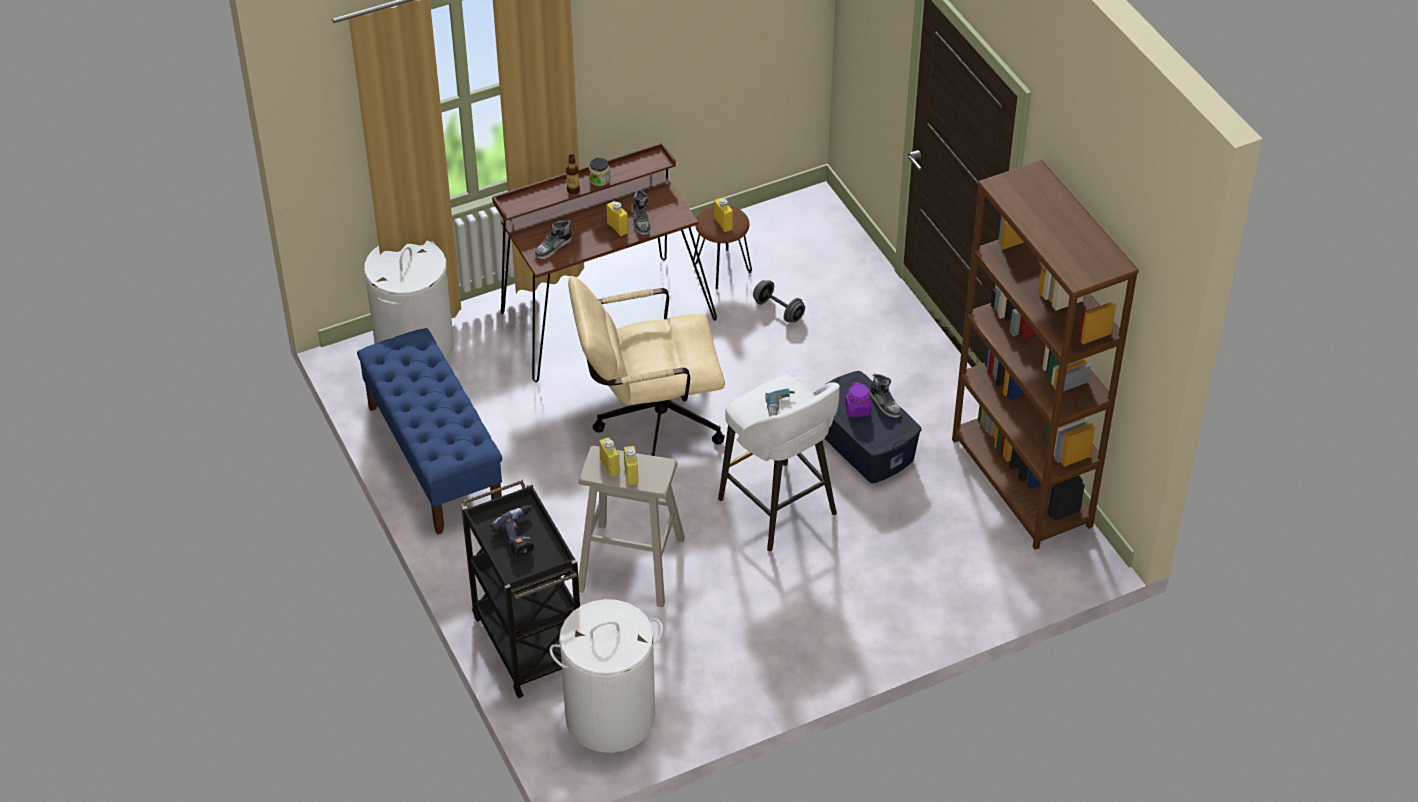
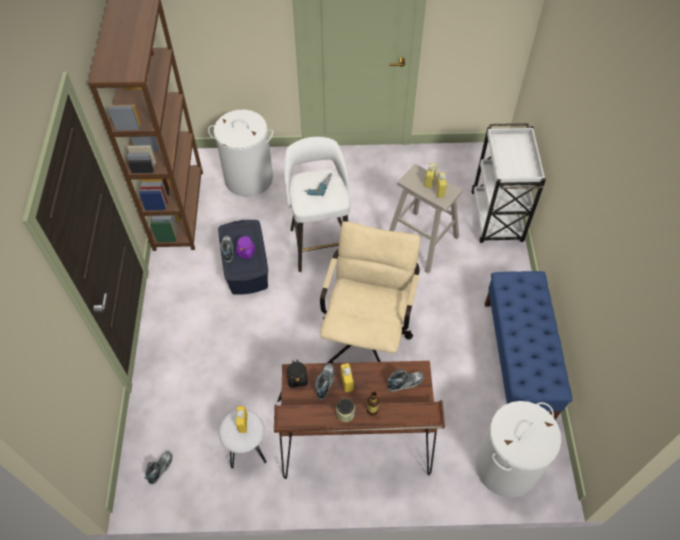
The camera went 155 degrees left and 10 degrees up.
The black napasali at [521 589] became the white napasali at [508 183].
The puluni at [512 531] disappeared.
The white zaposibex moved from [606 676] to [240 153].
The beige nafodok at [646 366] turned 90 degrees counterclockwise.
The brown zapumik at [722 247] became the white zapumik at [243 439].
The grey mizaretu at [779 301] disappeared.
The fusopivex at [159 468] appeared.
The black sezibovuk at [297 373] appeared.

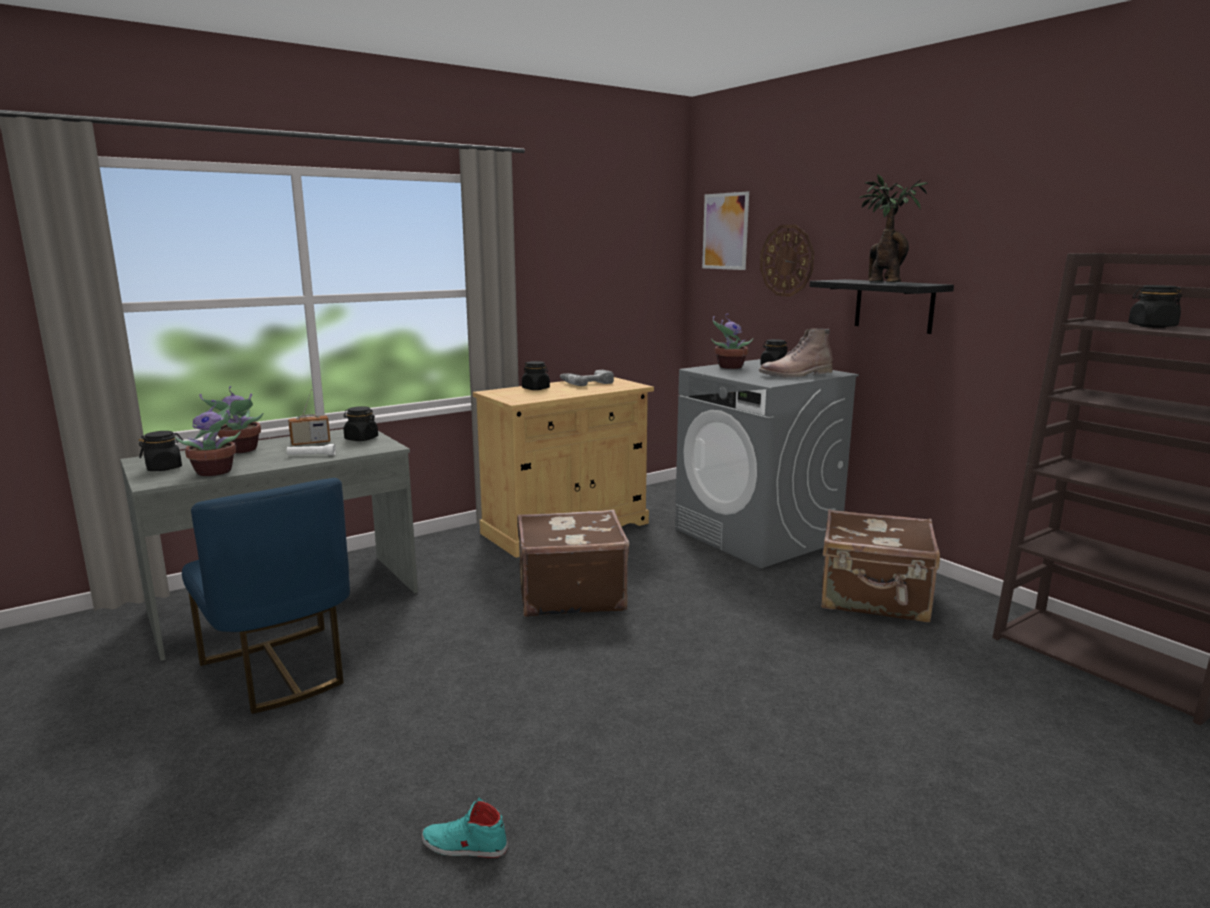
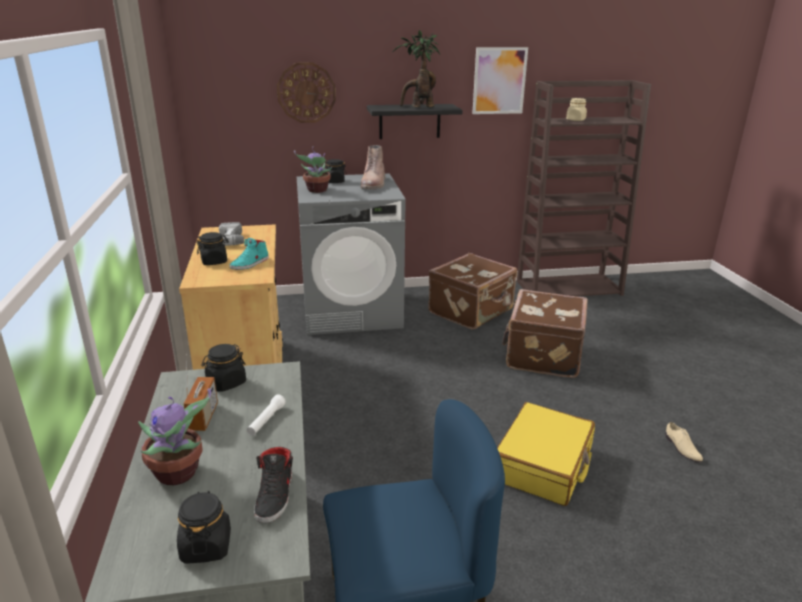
The camera went 65 degrees left and 10 degrees up.
The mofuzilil at [208 438] was replaced by the black fusopivex at [273 485].
The turquoise fusopivex moved from [465 828] to [249 254].
The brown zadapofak moved from [573 563] to [545 333].
The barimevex moved from [725 231] to [500 80].
The black sezibovuk at [1155 306] became the beige sezibovuk at [576 109].
The yellow zadapofak at [546 454] appeared.
The beige fusopivex at [684 442] appeared.

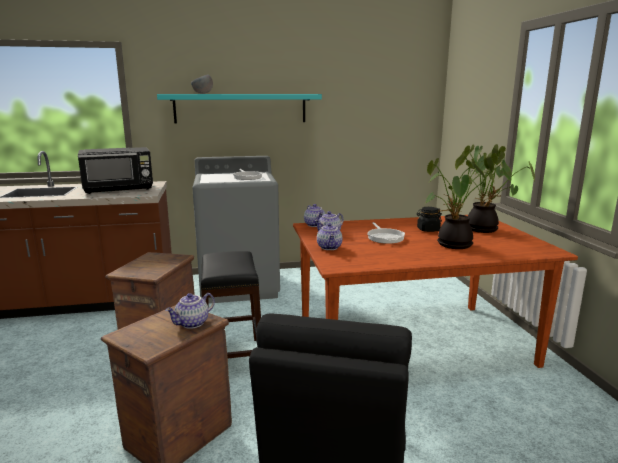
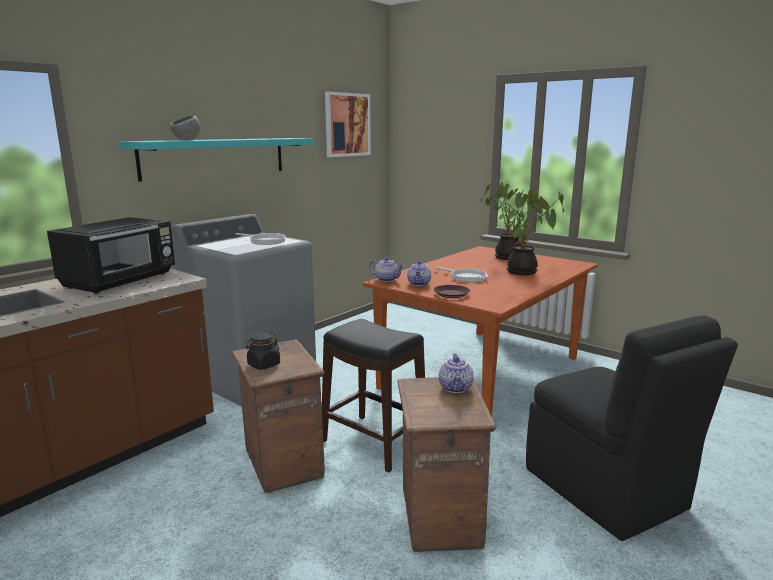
The camera went 40 degrees left and 0 degrees up.
The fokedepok at [329 236] was replaced by the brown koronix at [452 291].
The black sezibovuk moved from [429 219] to [263 351].
The barimevex at [348 124] appeared.

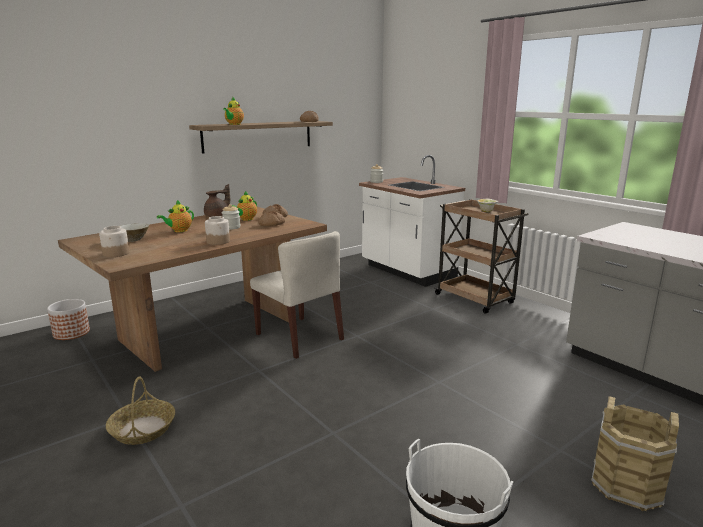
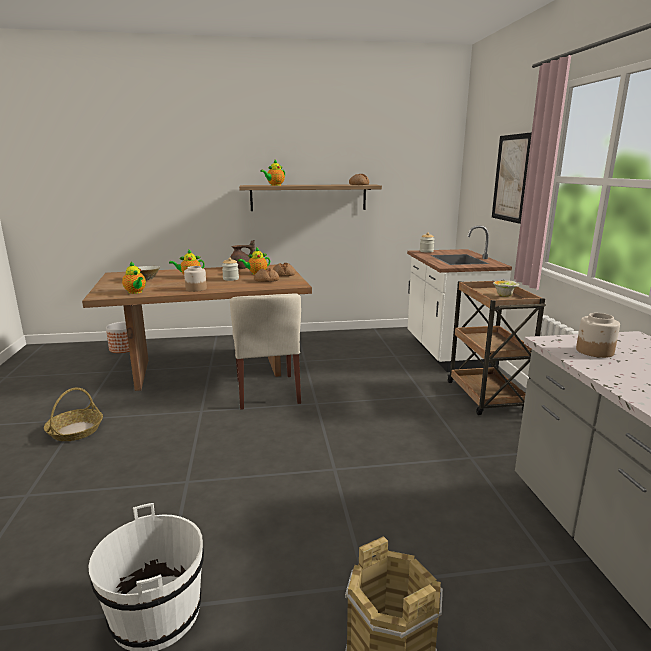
The camera went 30 degrees right and 0 degrees up.
The sezibovuk moved from [114 241] to [598 335].
The fokedepok at [134 277] appeared.
The barimevex at [512 178] appeared.

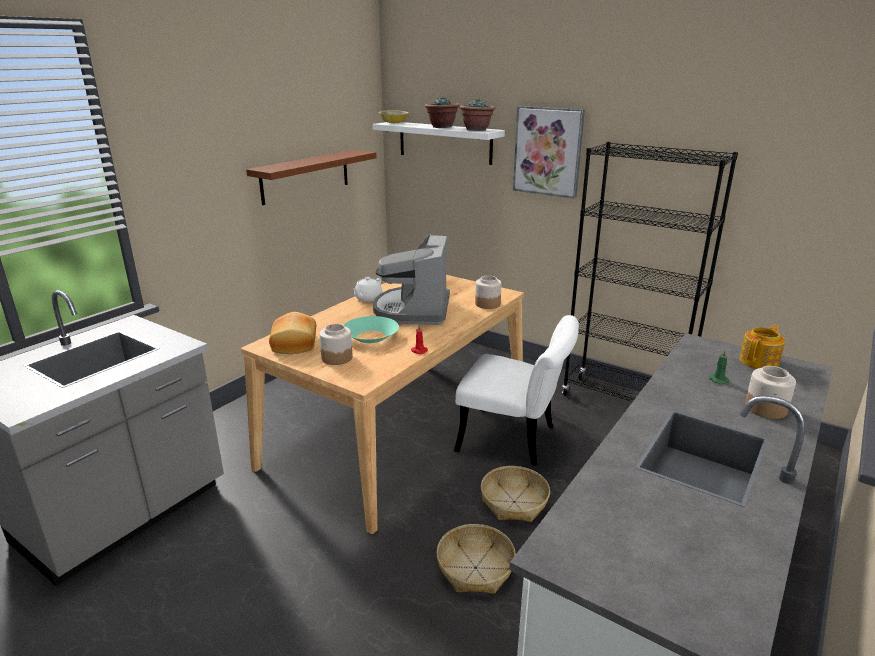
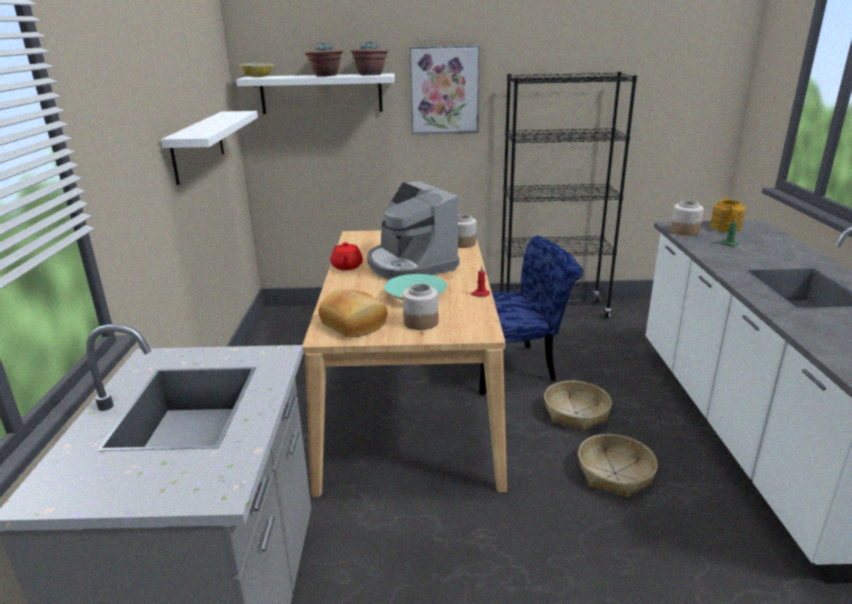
The camera went 35 degrees left and 0 degrees up.
The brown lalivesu at [311 177] became the white lalivesu at [209 148].
The white fokedepok at [368 289] became the red fokedepok at [346 256].
The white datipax at [516 390] became the blue datipax at [531 316].
The sezibovuk moved from [770 392] to [687 218].

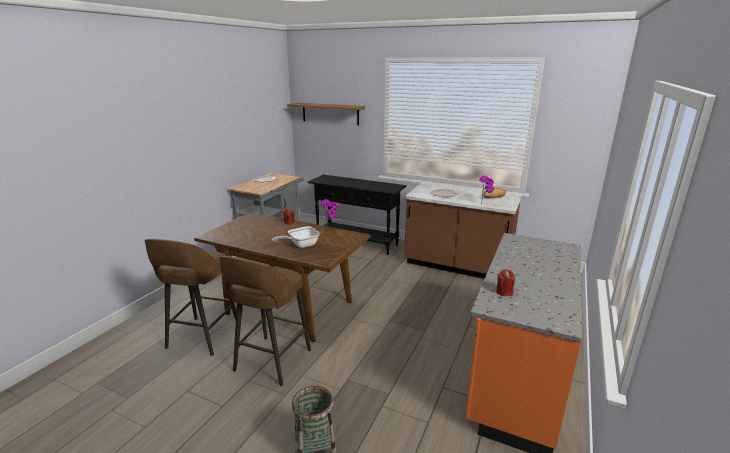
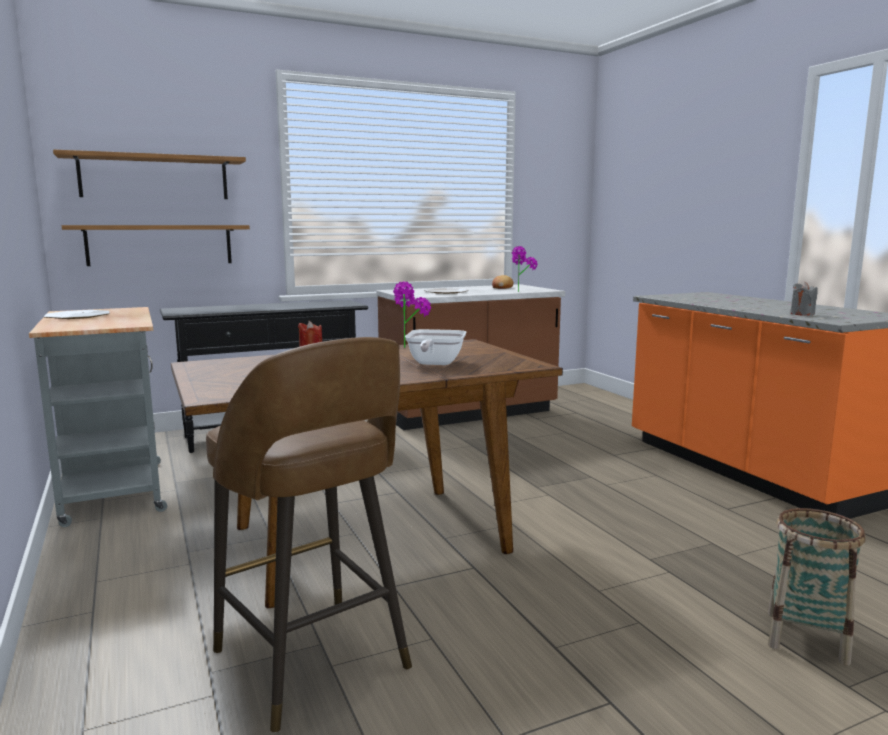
The camera went 50 degrees left and 10 degrees down.
The brown zapumik at [265 321] disappeared.
The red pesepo at [505 282] became the grey pesepo at [804 299].
The lalivesu at [156 245] appeared.

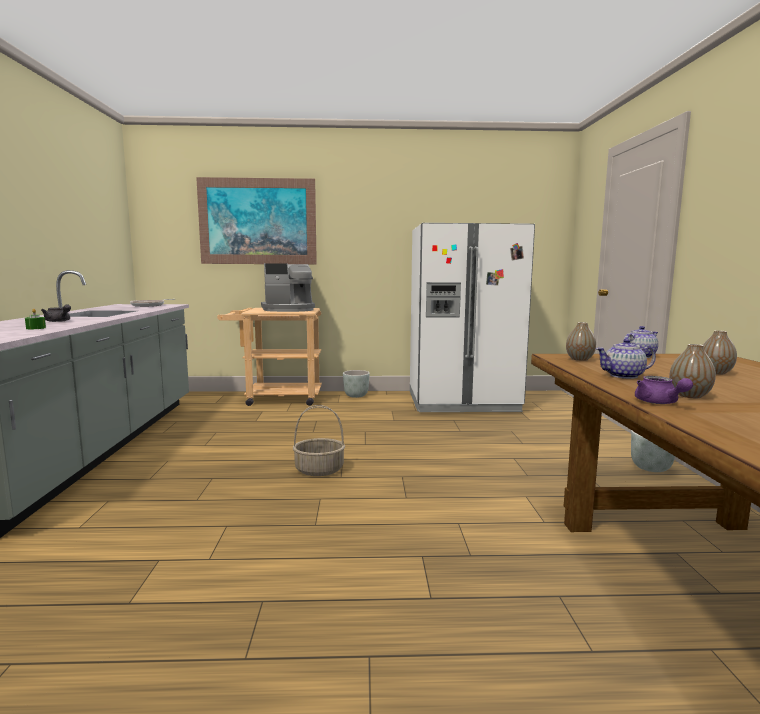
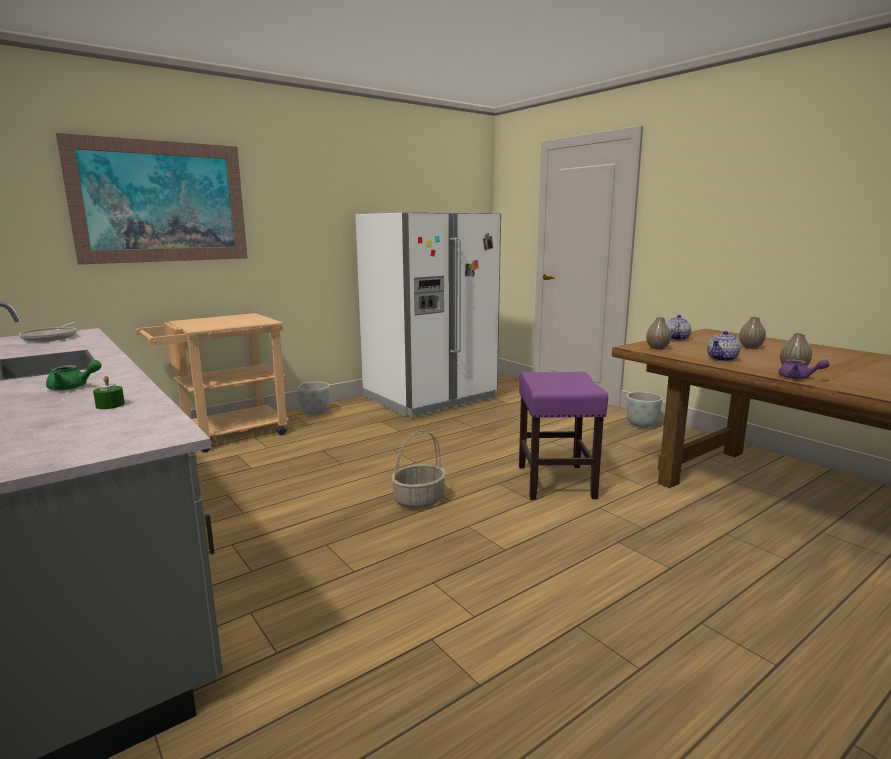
The camera went 35 degrees left and 5 degrees up.
The grey fokedepok at [56 313] became the green fokedepok at [74 375].
The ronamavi at [288 287] disappeared.
The purple zapumik at [563 436] appeared.

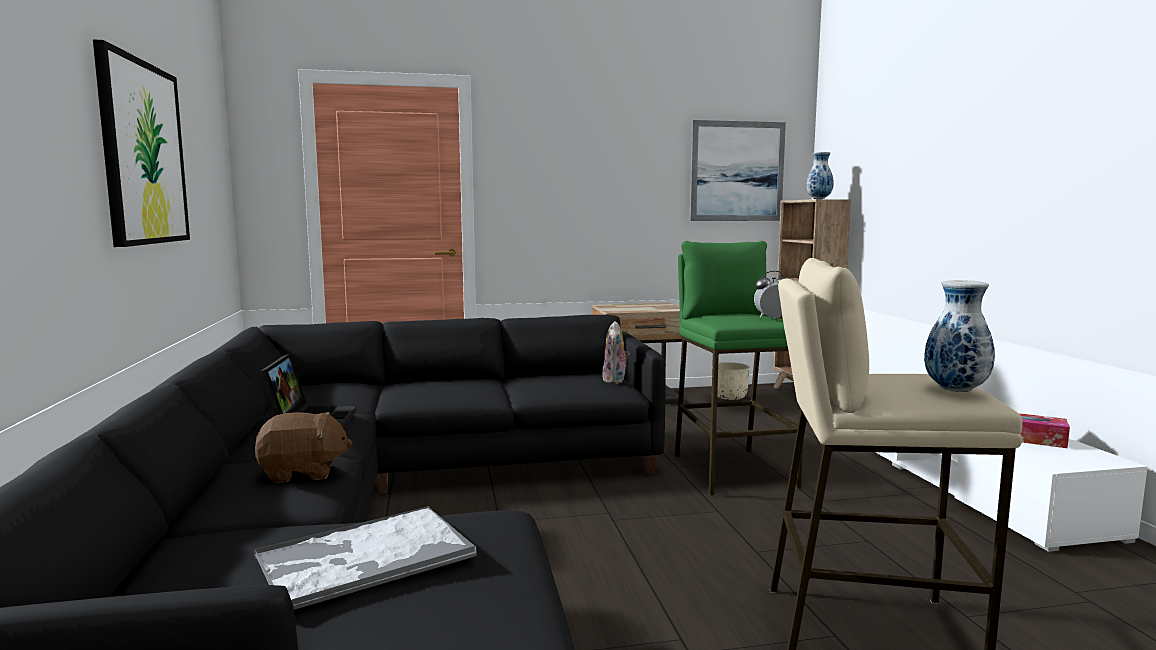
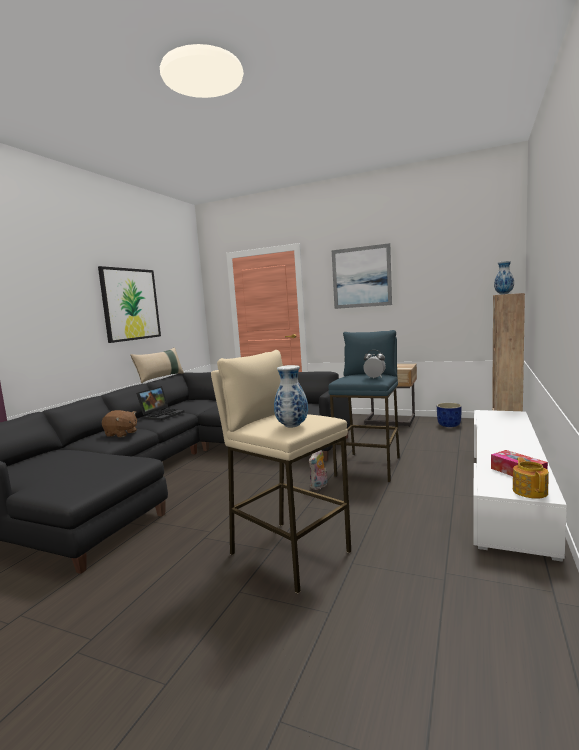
The camera went 35 degrees right and 0 degrees up.
The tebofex at [365 558] disappeared.
The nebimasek moved from [616 352] to [318 470].
The green zapumik at [739 368] became the blue zapumik at [364 406].
The barimevex moved from [738 170] to [362 276].
The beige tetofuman at [733 381] became the blue tetofuman at [449 415].
The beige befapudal at [157 365] appeared.
The fokedepok at [531 478] appeared.

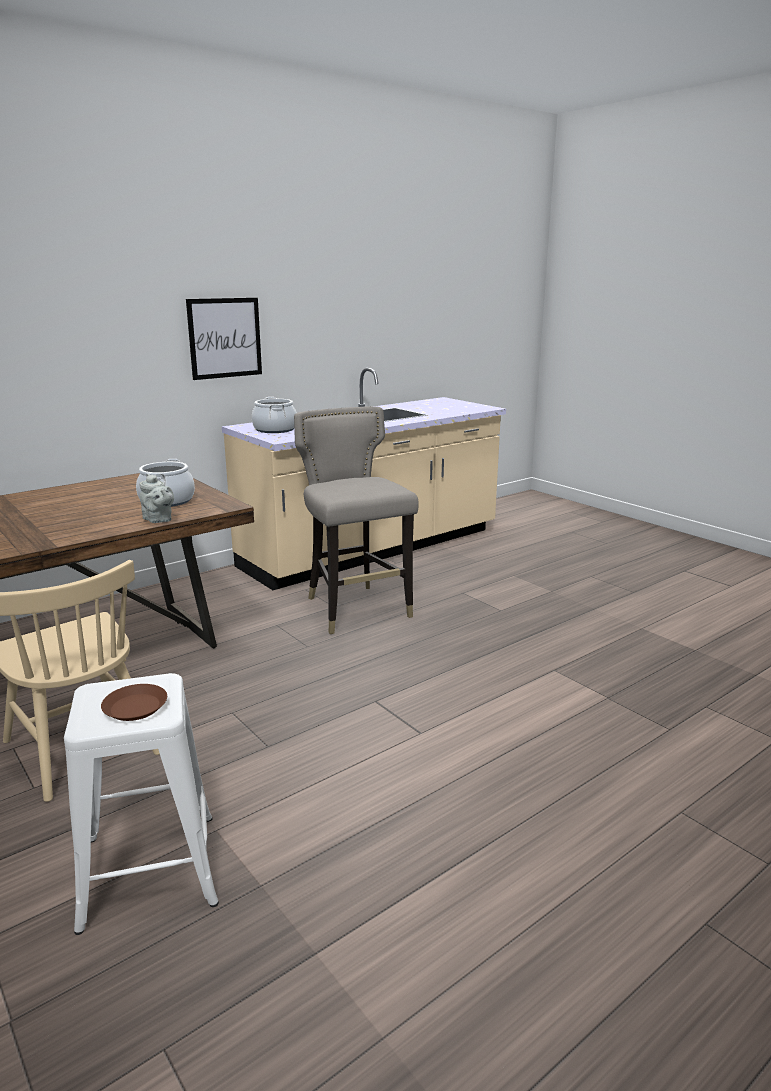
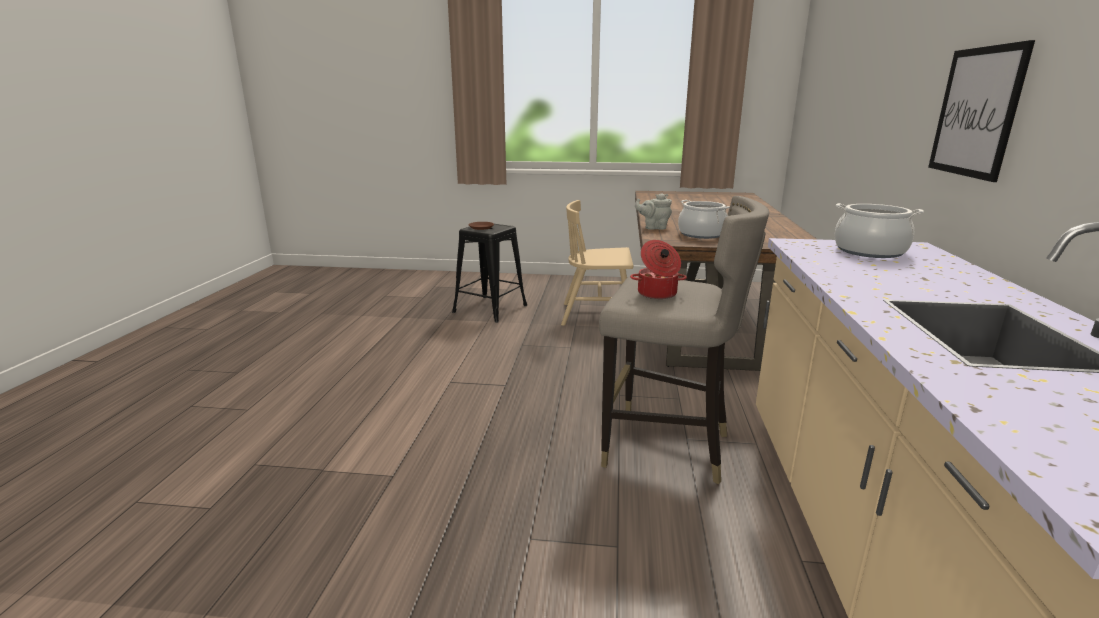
The camera went 135 degrees right and 0 degrees up.
The white zapumik at [141 804] became the black zapumik at [489 273].
The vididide at [658 269] appeared.

